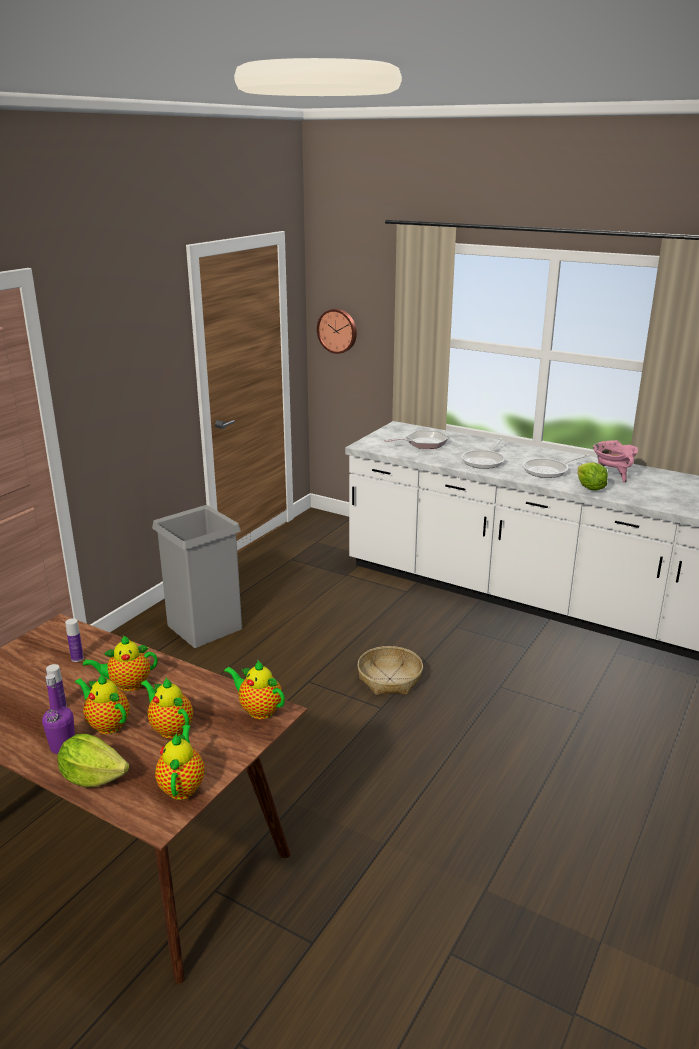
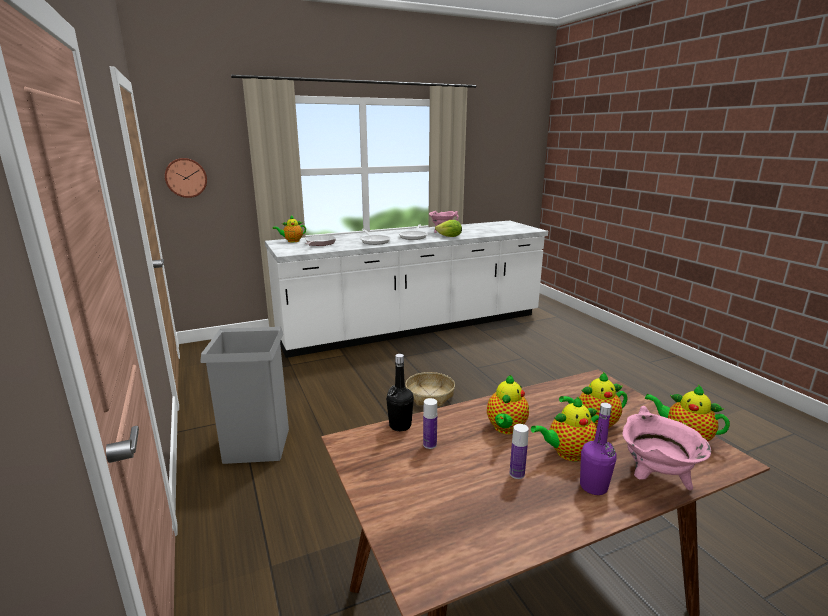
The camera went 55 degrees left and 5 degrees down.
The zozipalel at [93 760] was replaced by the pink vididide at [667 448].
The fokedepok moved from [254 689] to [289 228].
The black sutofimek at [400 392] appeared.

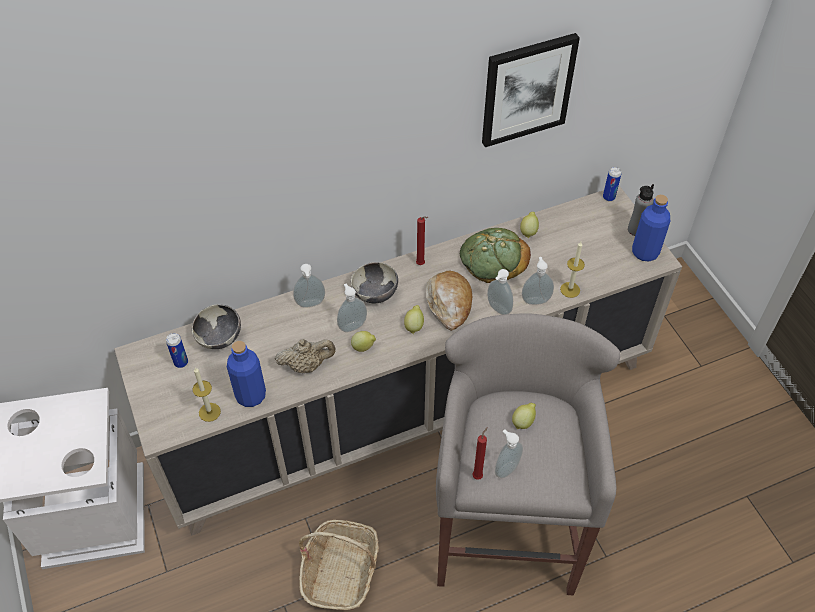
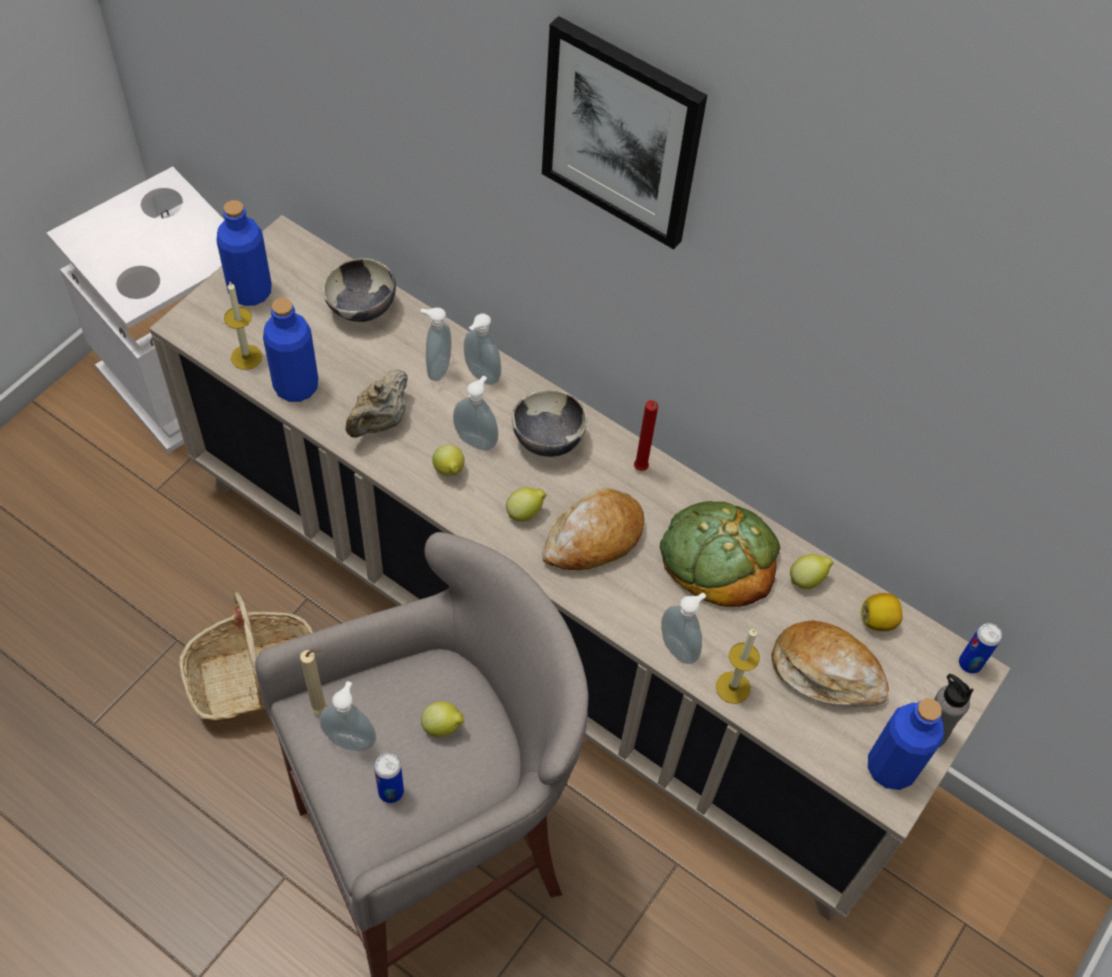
The camera went 55 degrees right and 5 degrees up.
The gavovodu moved from [177 350] to [389 778].
The beige fokedepok at [305 356] turned 75 degrees clockwise.
The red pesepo at [480 453] became the beige pesepo at [313 681].
The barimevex moved from [531 90] to [624 133].
The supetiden moved from [500 292] to [436 344].
The blue sutofimek at [244 253] appeared.
The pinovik at [830 663] appeared.
The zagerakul at [881 612] appeared.

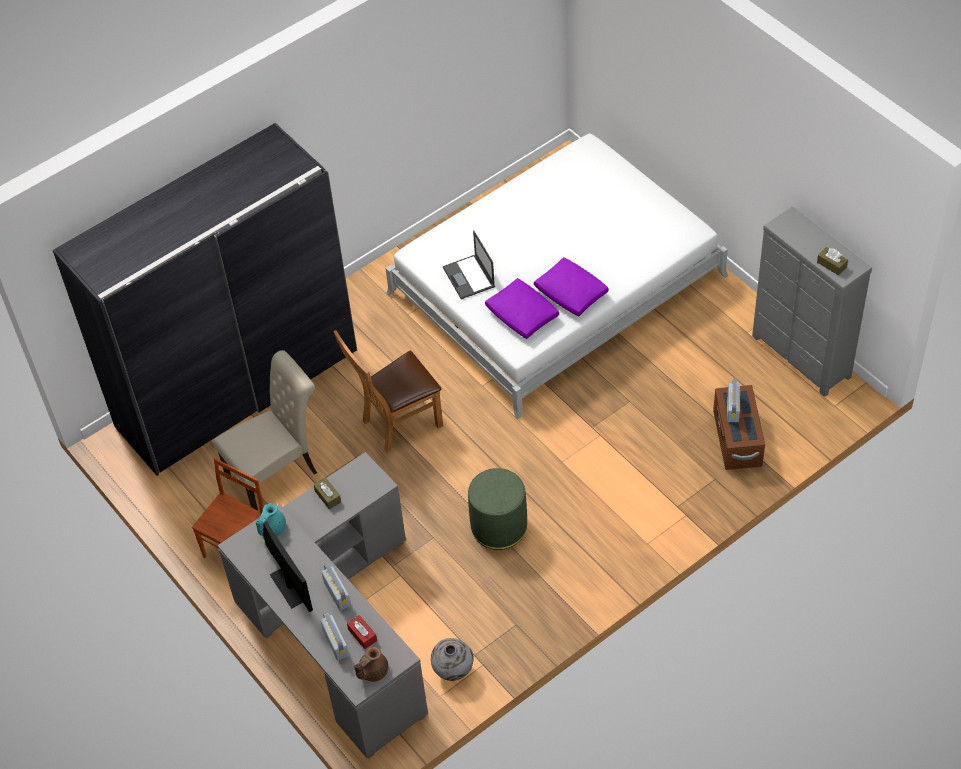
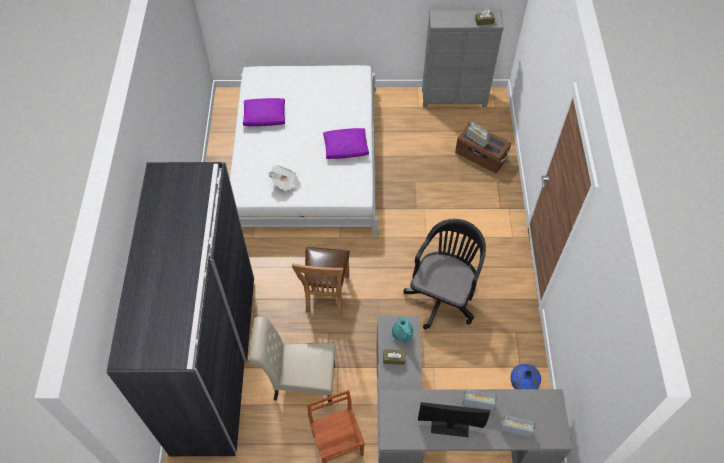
The camera went 55 degrees left and 5 degrees up.
The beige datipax at [265 430] turned 90 degrees counterclockwise.
The turquoise fokedepok moved from [271 519] to [402 329].
The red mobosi at [362 632] disappeared.
The brown fokedepok at [371 664] disappeared.
The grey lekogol at [452 659] became the blue lekogol at [526 376].
The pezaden at [469 264] was replaced by the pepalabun at [285 178].
The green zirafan at [497 509] was replaced by the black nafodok at [444 274].
The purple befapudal moved from [522 308] to [264 112].

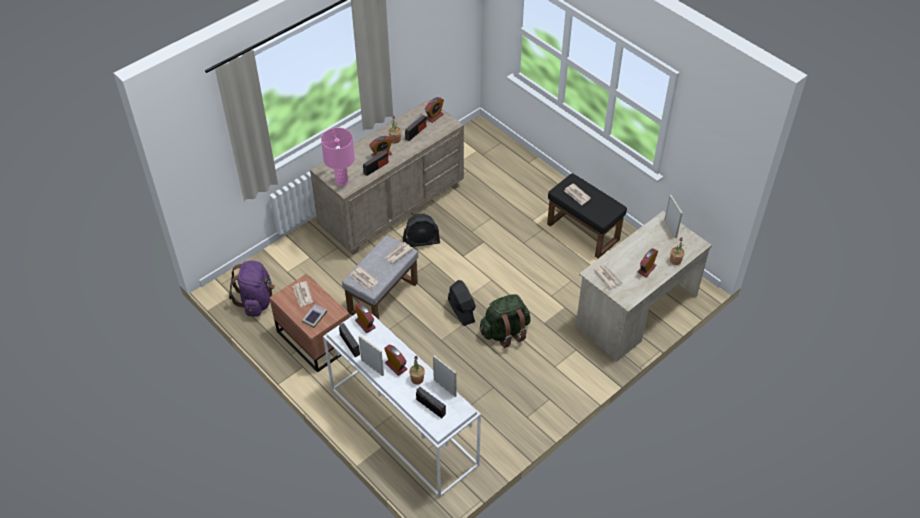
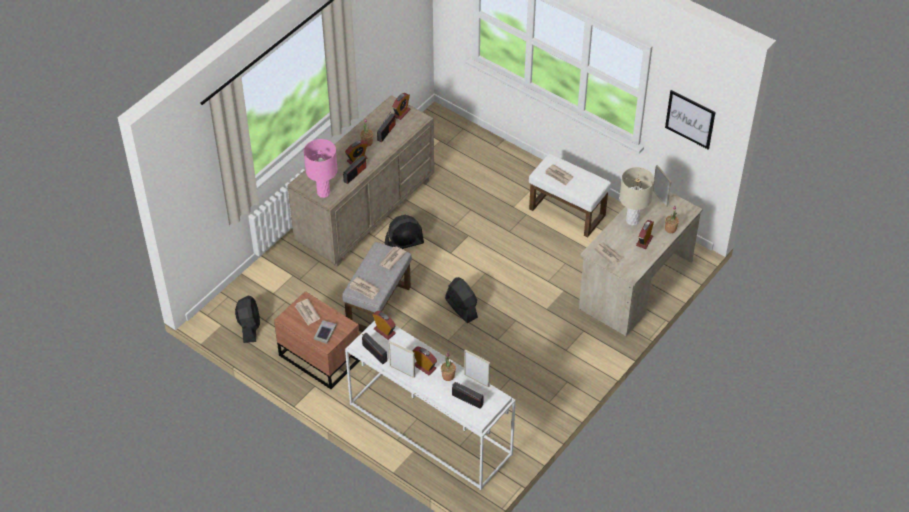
The camera went 10 degrees left and 0 degrees up.
The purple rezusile at [252 288] was replaced by the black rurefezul at [247 319].
The green rezusile at [505 321] disappeared.
The black zirafan at [587 216] became the white zirafan at [570 195].
The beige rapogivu at [636 196] appeared.
The barimevex at [690 119] appeared.

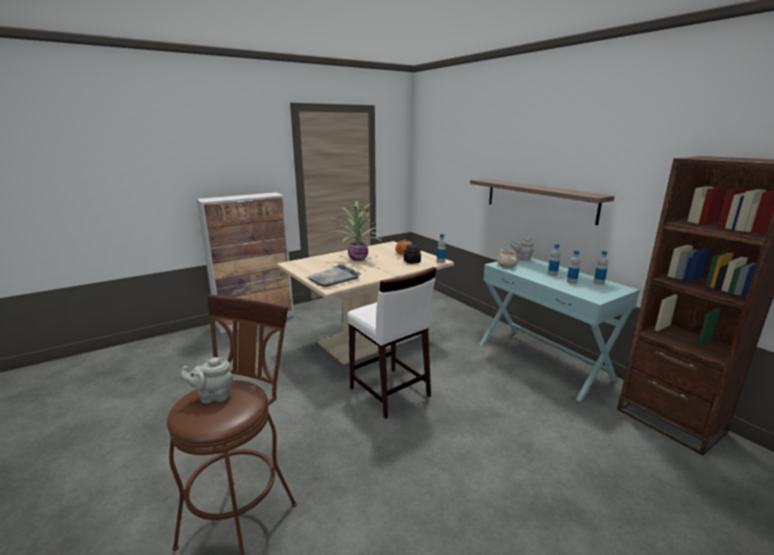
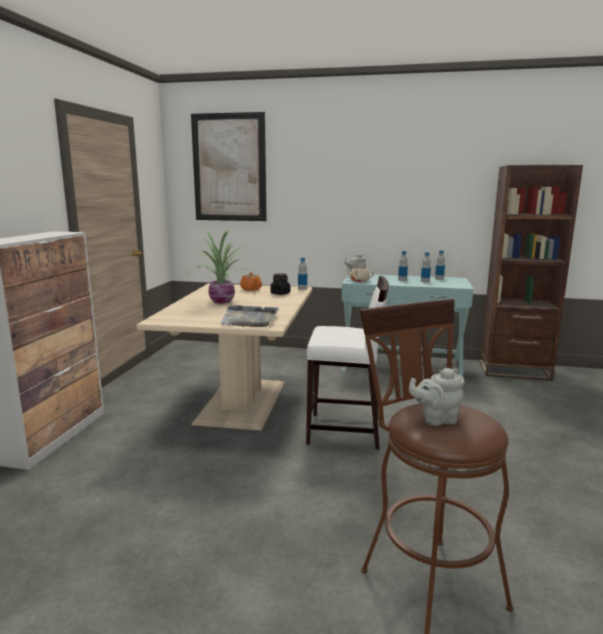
The camera went 45 degrees left and 5 degrees down.
The grey fokedepok at [206 380] turned 45 degrees clockwise.
The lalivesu at [542 202] disappeared.
The barimevex at [229 166] appeared.

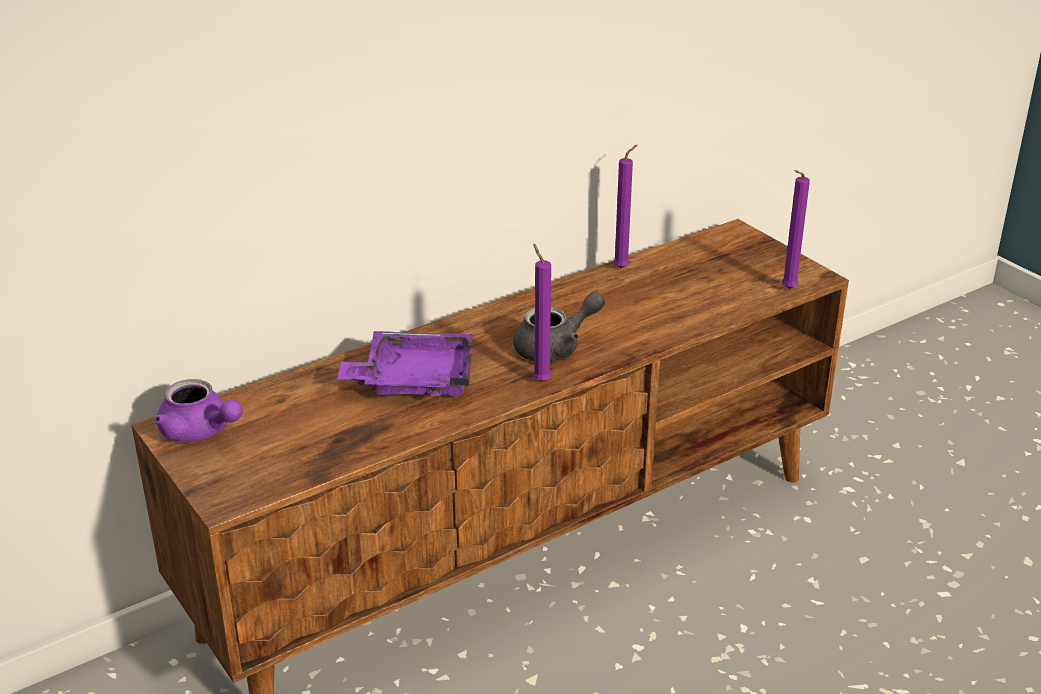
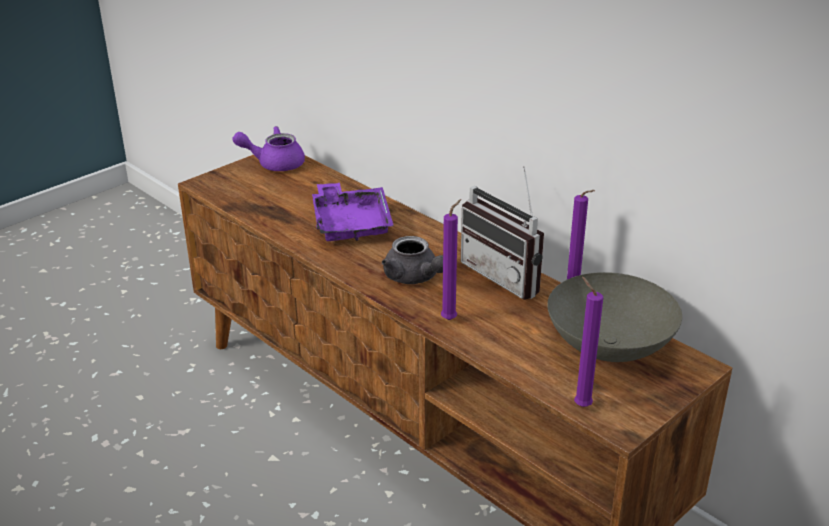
The camera went 80 degrees right and 0 degrees up.
The purple fokedepok at [198 410] turned 60 degrees clockwise.
The purple pesepo moved from [542 313] to [451 259].
The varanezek at [502 233] appeared.
The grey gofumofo at [614 317] appeared.

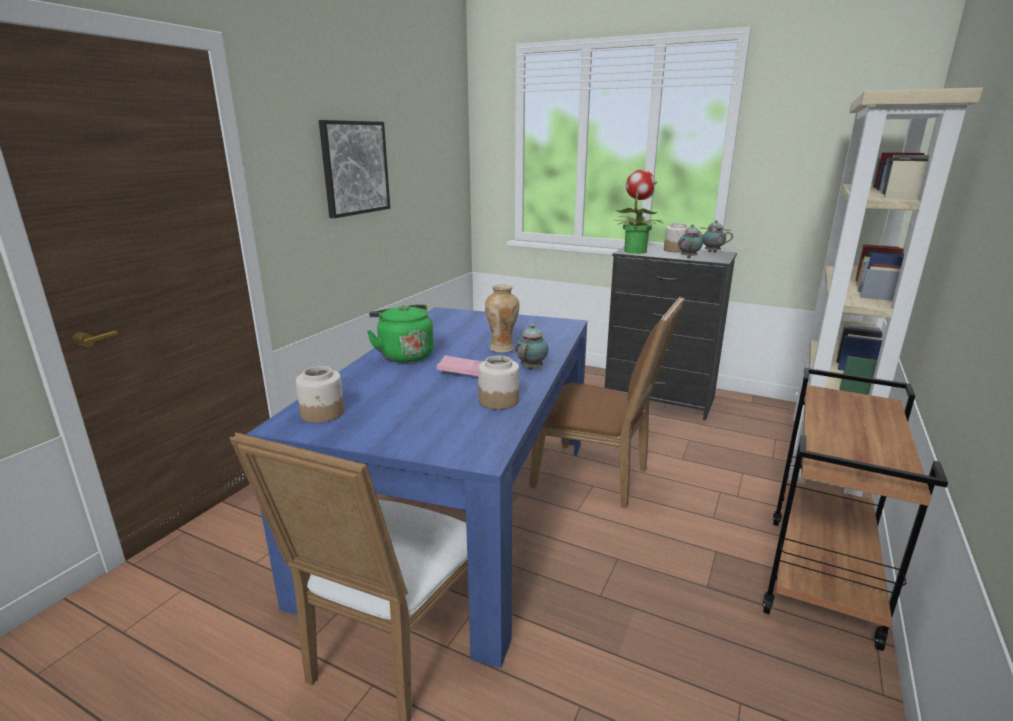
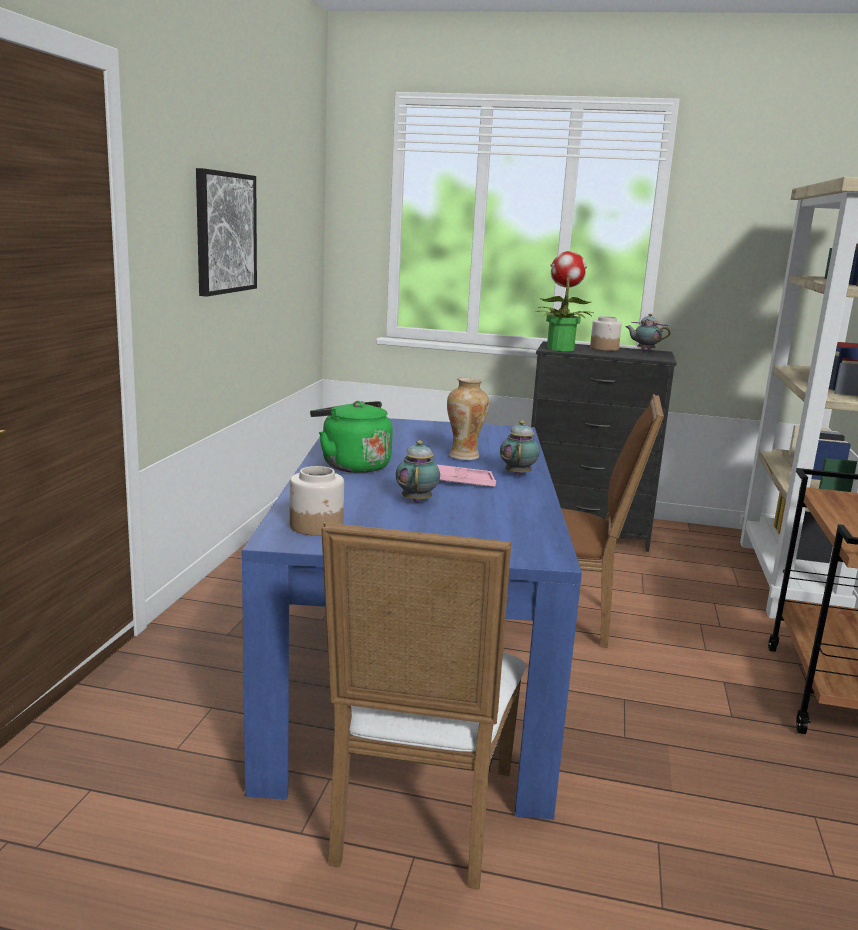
The camera went 15 degrees left and 5 degrees down.
The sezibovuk at [498 383] disappeared.
The fokedepok moved from [690 241] to [418 471].

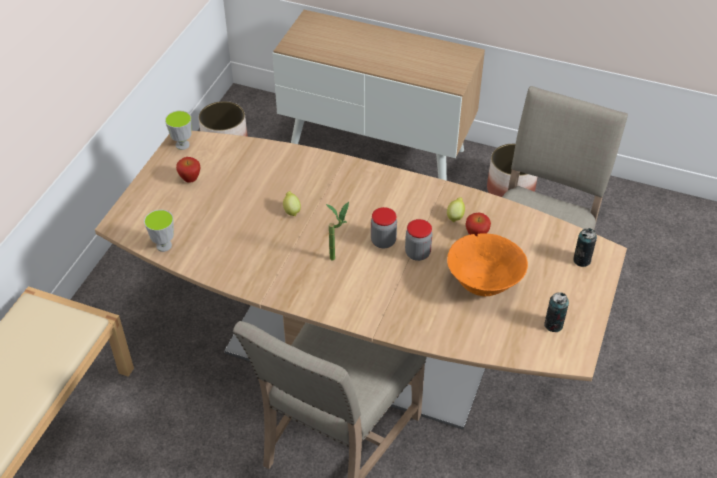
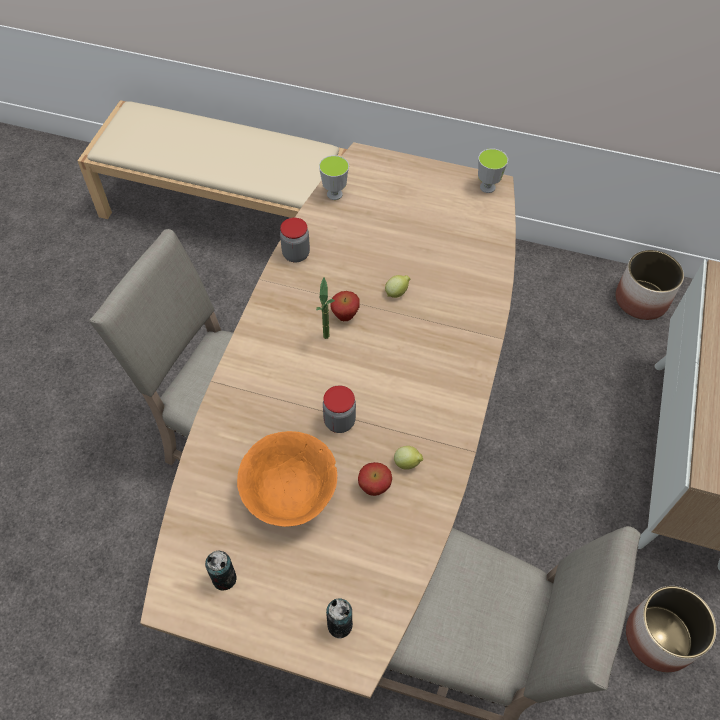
The camera went 85 degrees right and 10 degrees up.
The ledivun moved from [188 170] to [345 306].
The sezibovuk moved from [384 227] to [295 240].

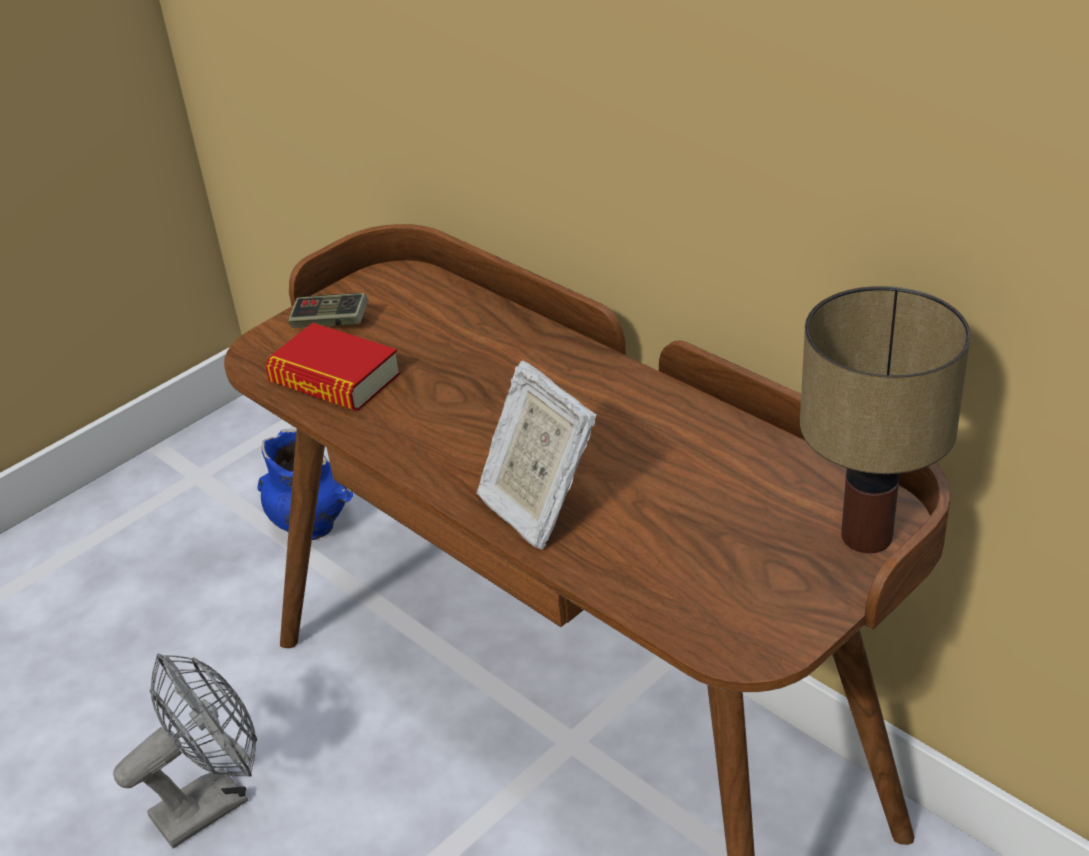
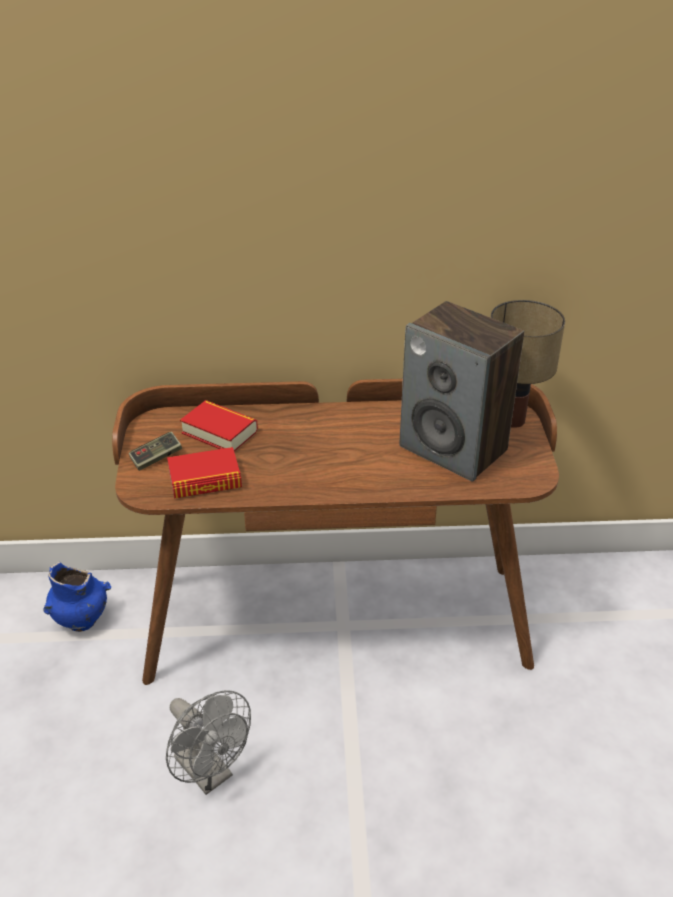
The camera went 50 degrees left and 0 degrees up.
The grey rurefezul at [185 751] turned 135 degrees clockwise.
The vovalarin at [536 455] disappeared.
The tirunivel at [219 426] appeared.
The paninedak at [462 391] appeared.

